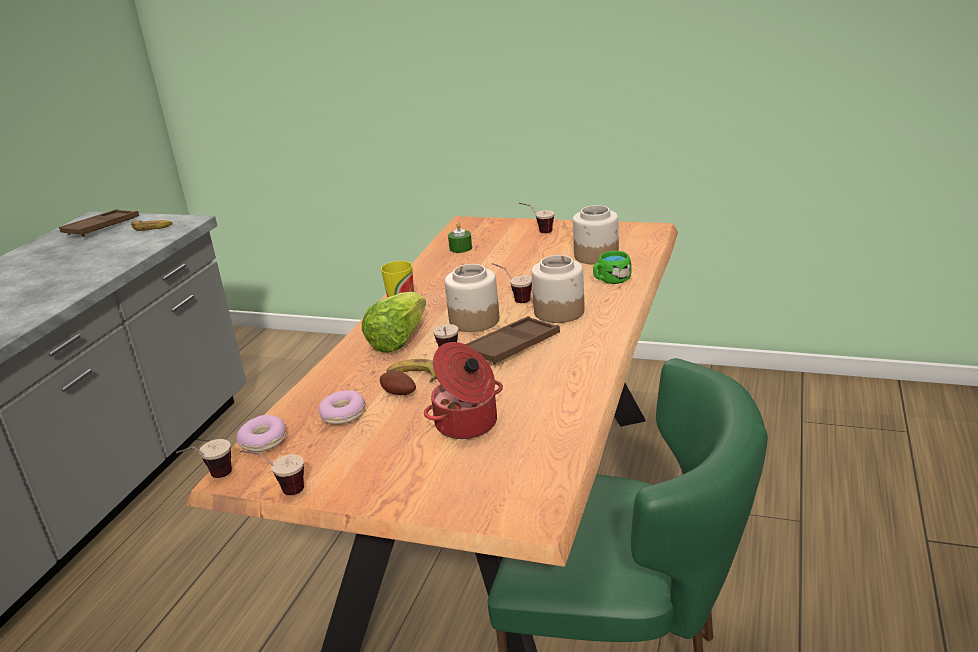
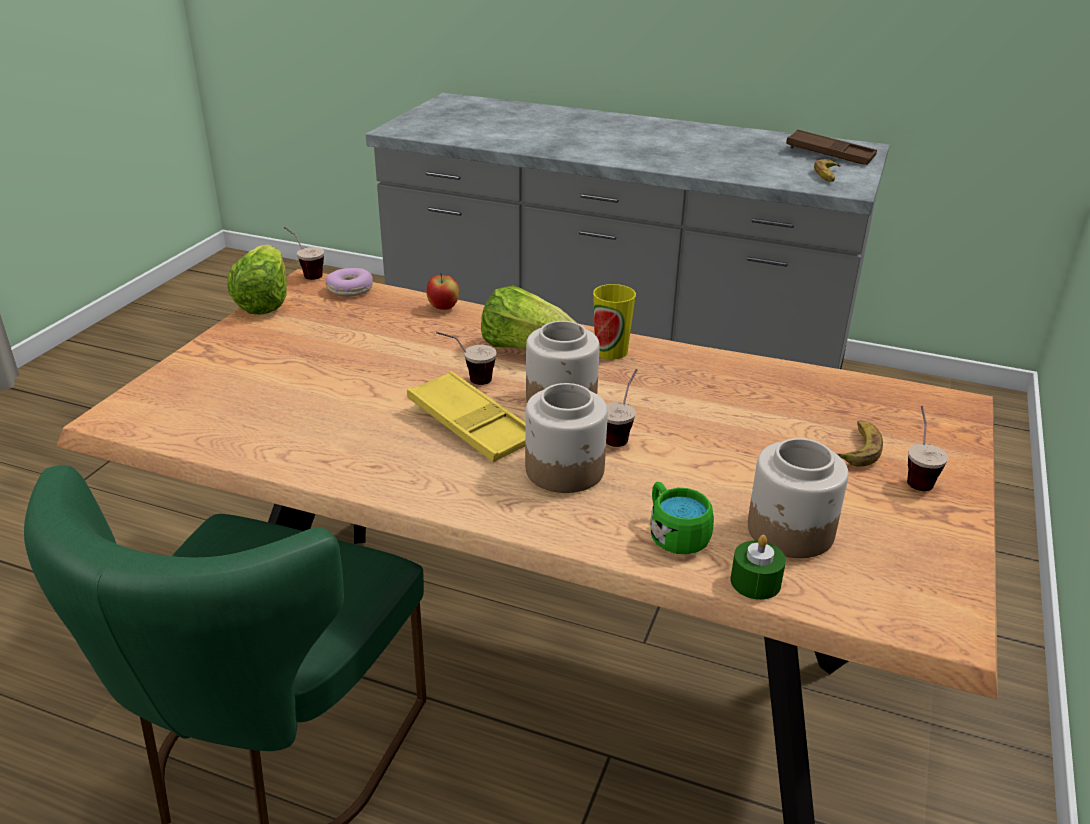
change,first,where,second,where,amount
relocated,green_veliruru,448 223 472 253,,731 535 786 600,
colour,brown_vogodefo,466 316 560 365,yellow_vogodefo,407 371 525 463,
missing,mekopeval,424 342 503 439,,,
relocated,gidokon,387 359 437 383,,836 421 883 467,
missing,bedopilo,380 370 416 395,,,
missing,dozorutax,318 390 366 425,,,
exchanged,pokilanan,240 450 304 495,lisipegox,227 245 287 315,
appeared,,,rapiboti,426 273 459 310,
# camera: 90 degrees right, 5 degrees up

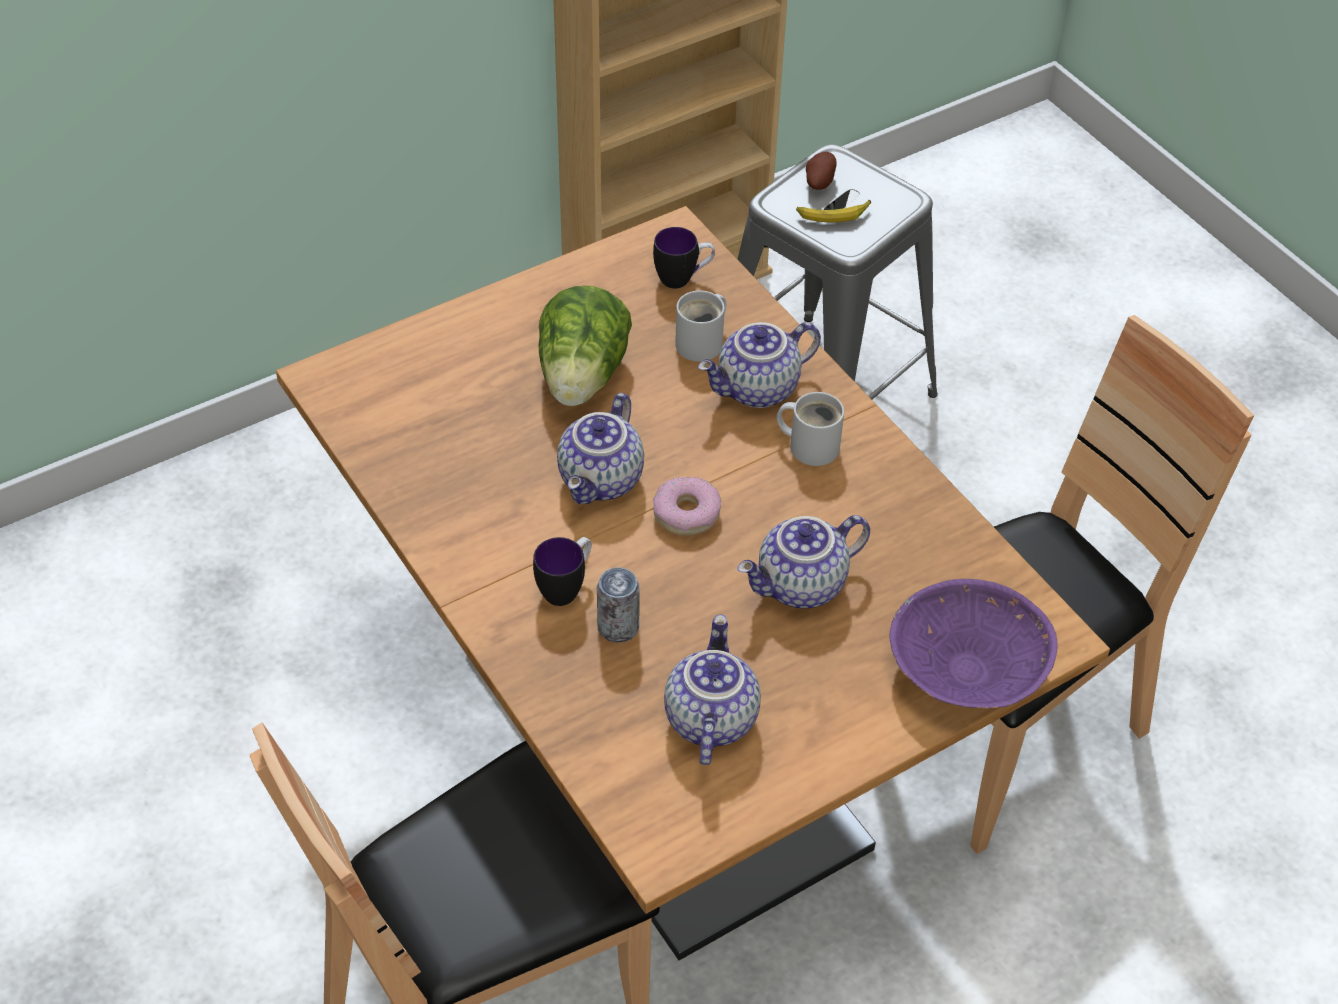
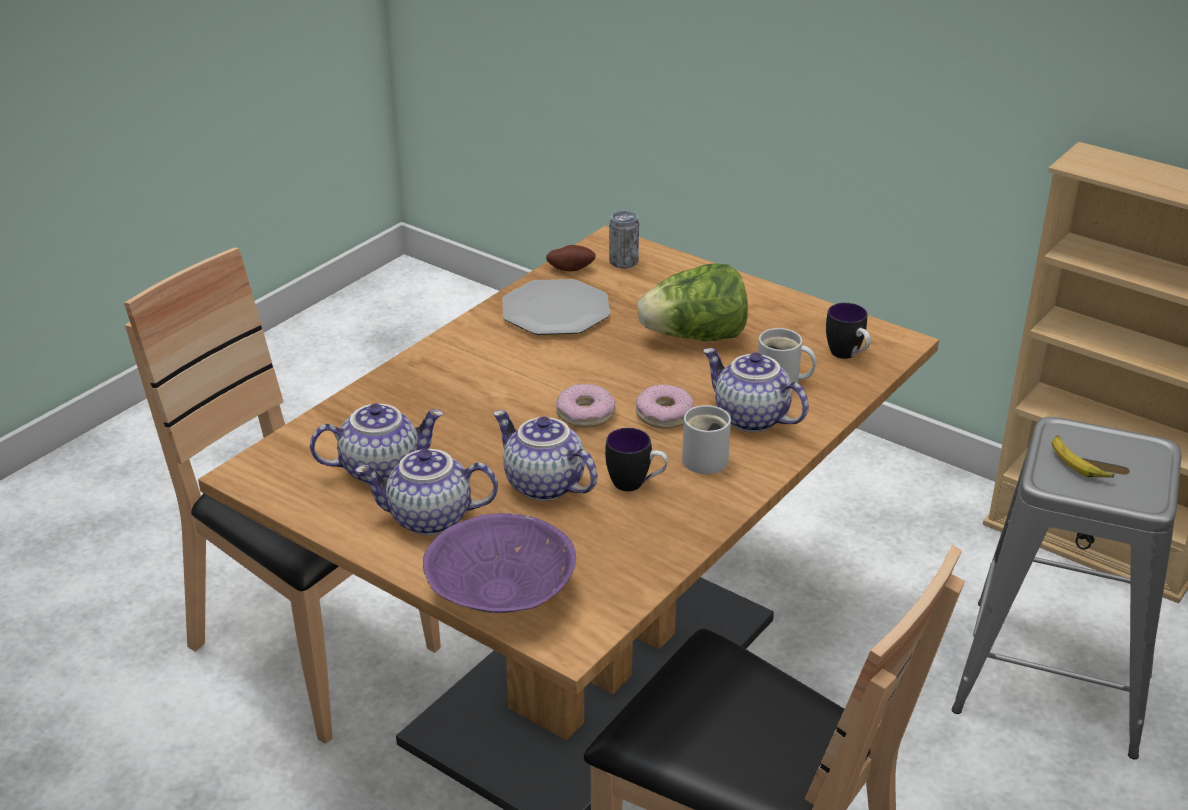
change,first,where,second,where,amount
relocated,bedopilo,806 152 837 190,,546 245 596 272,
relocated,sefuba,557 393 644 504,,355 449 498 536,
relocated,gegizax,533 537 592 606,,605 428 668 492,
relocated,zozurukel,597 567 640 643,,609 211 639 269,
appeared,,,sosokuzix,503 279 610 335,
appeared,,,dozorutax,636 384 694 429,
# camera: 70 degrees right, 15 degrees down

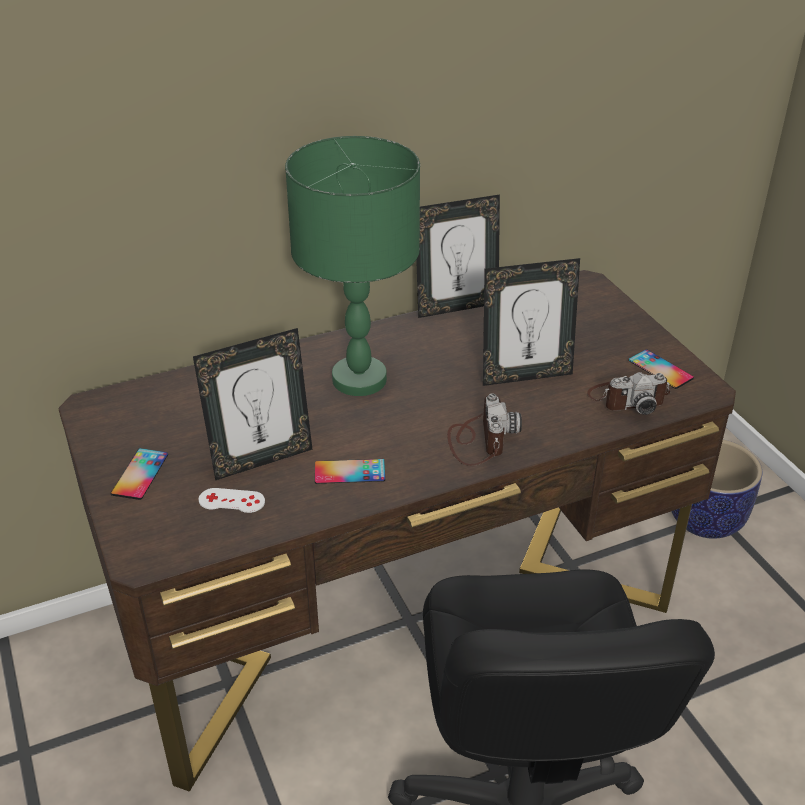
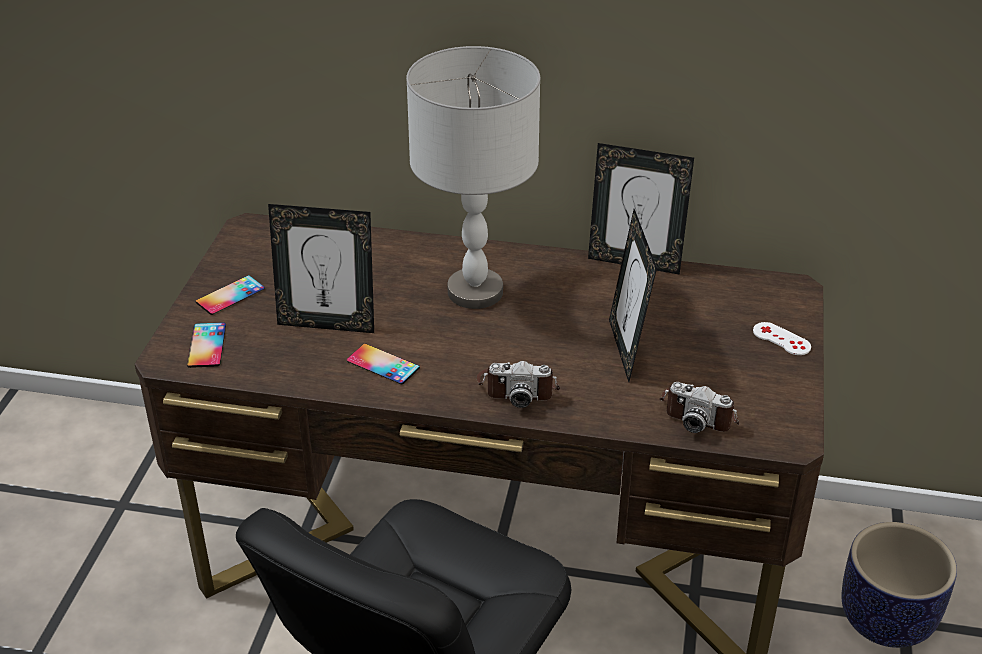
change,first,where,second,where,amount
colour,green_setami,285 136 420 396,grey_setami,406 46 540 309,
spun,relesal,483 258 580 386,,609 209 657 382,60 degrees clockwise
relocated,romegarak,629 349 694 389,,187 322 226 368,
spun,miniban,447 393 522 466,,477 361 560 408,60 degrees clockwise
relocated,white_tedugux,198 488 265 513,,753 322 811 355,
# camera: 35 degrees right, 0 degrees up

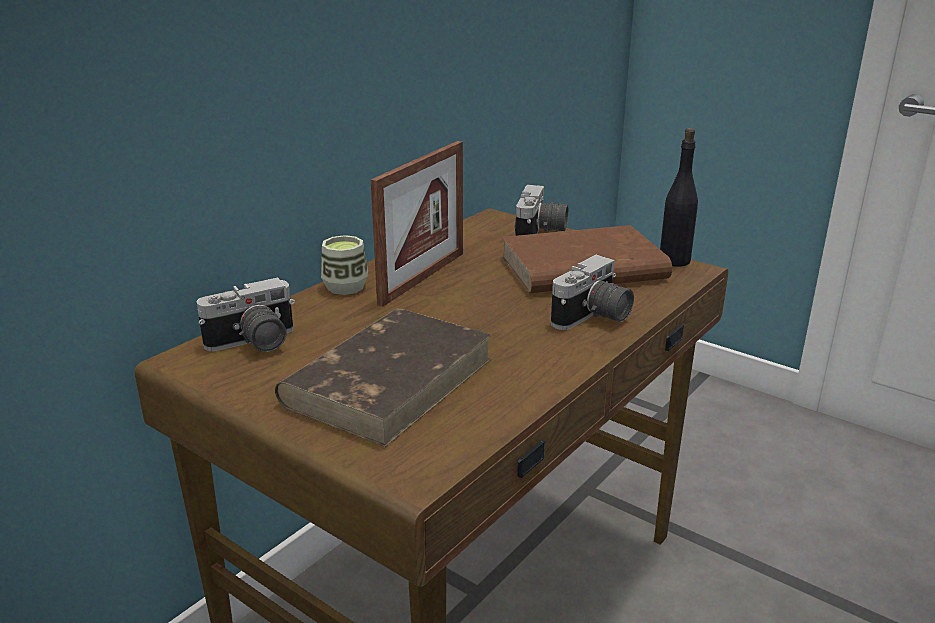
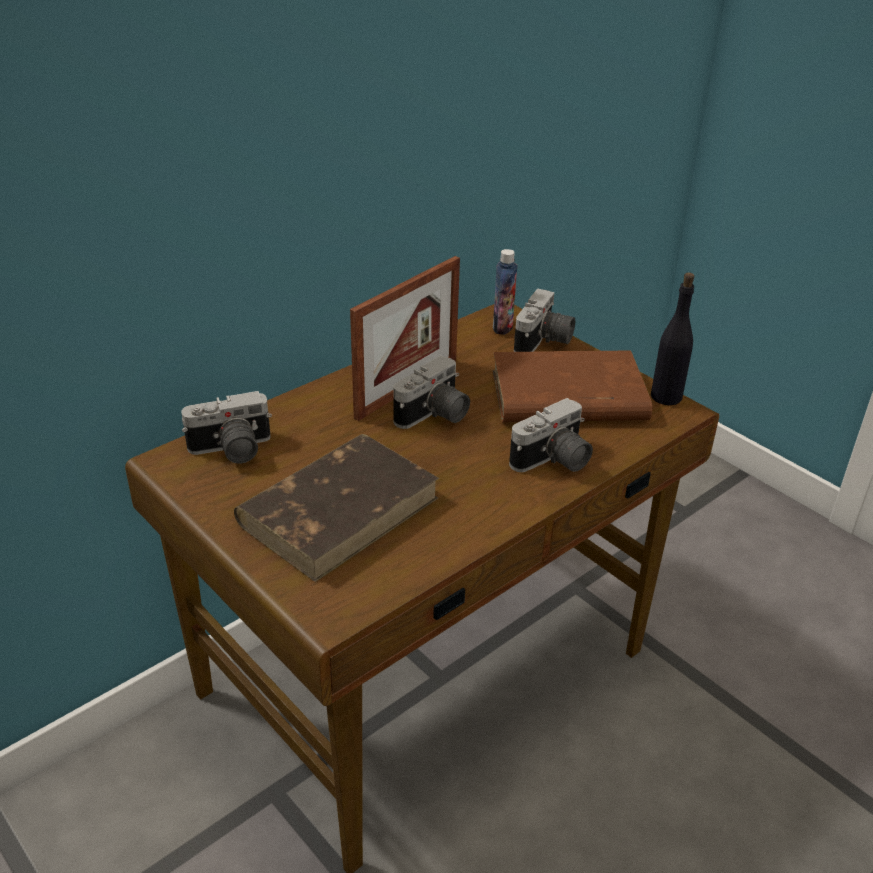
change,first,where,second,where,amount
missing,pokilanan,321 235 368 295,,,
appeared,,,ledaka,493 249 517 335,
appeared,,,miniban,393 355 470 429,
# camera: 10 degrees right, 10 degrees up

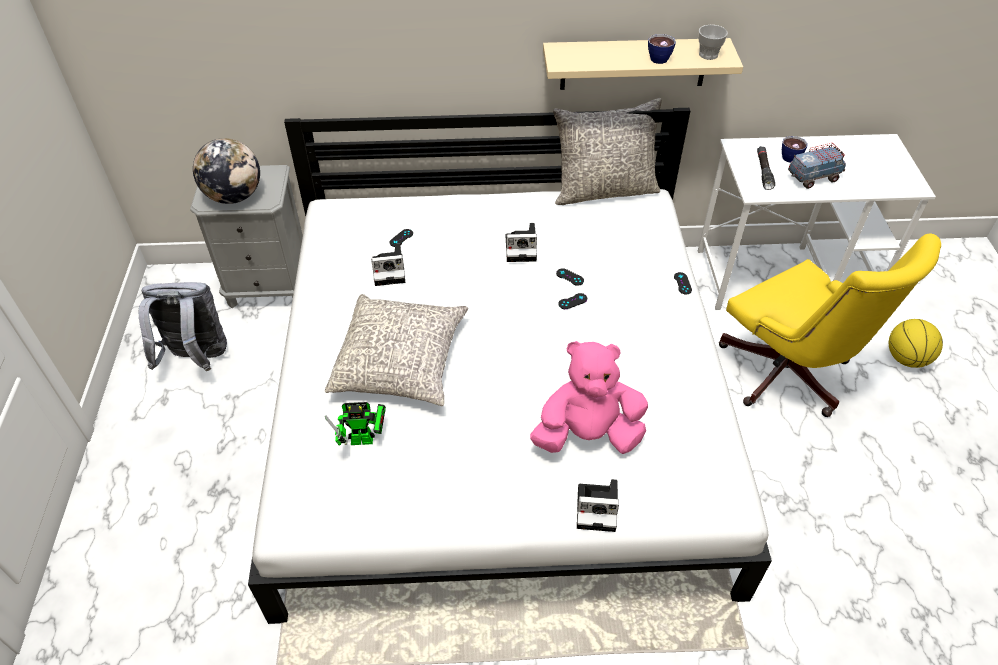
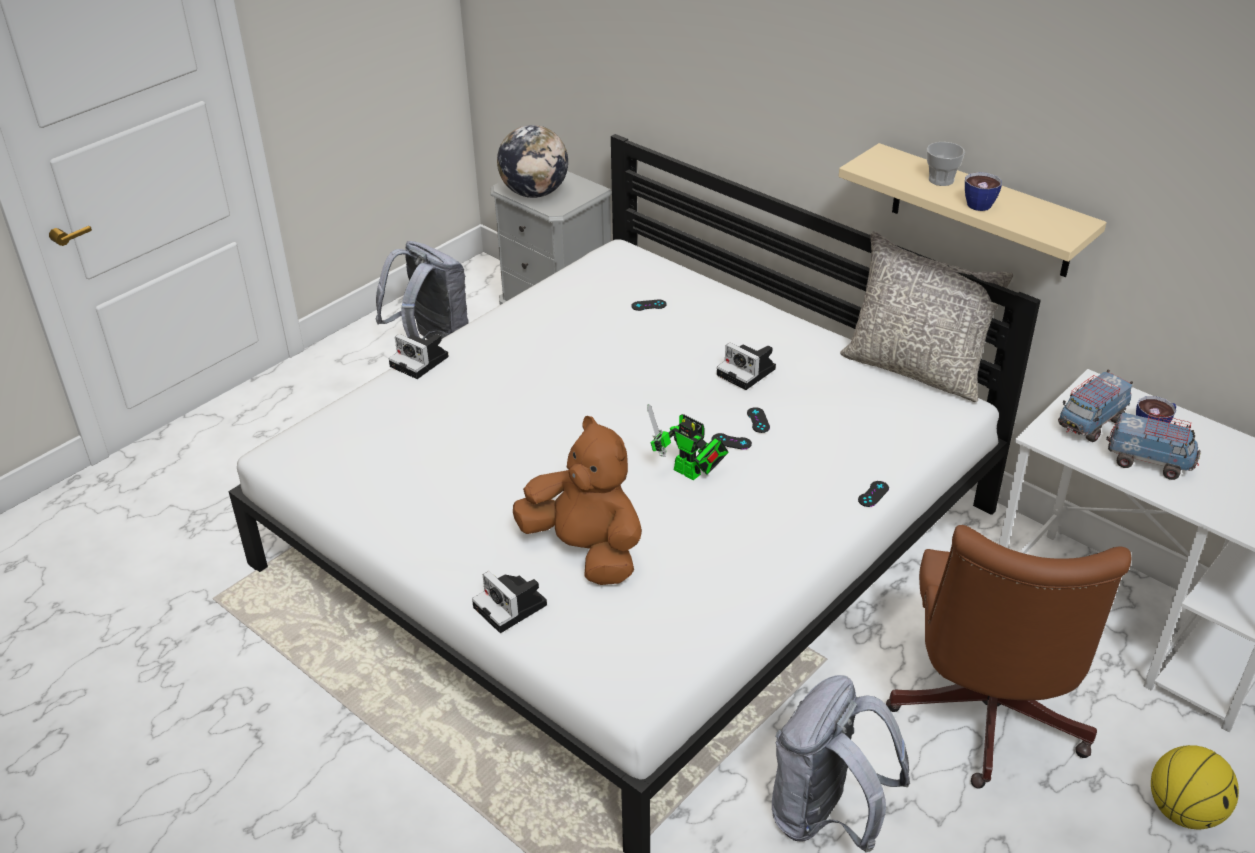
change,first,where,second,where,amount
relocated,pokilanan,698 25 728 60,,927 142 965 186,
exchanged,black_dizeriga,757 146 775 190,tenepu,1058 370 1133 442,
colour,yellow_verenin,719 233 941 417,brown_verenin,886 525 1131 789,
relocated,miniban,371 244 405 286,,388 334 449 379,
missing,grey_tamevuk,325 294 468 406,,,
colour,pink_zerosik,530 341 648 454,brown_zerosik,513 416 642 585,
relocated,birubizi,325 402 386 445,,647 404 728 480,
appeared,,,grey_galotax,772 675 910 852,
# camera: 45 degrees right, 10 degrees down

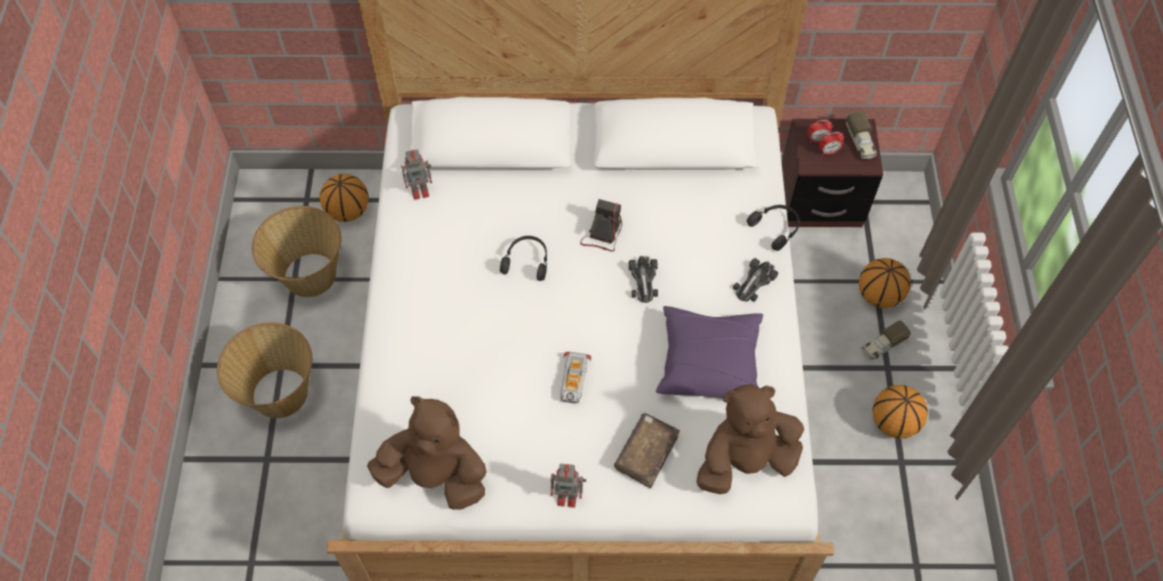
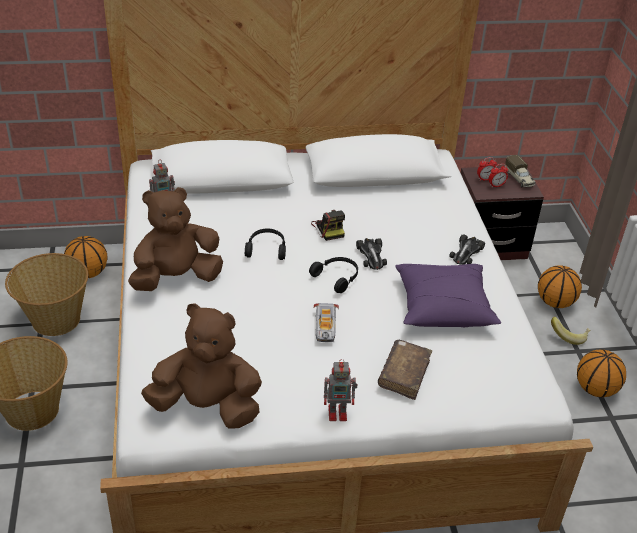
change,first,where,second,where,amount
spun,miniban,580 199 622 252,,311 210 345 241,150 degrees clockwise
relocated,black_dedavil,747 205 800 251,,309 257 358 293,
exchanged,tenepu,861 320 911 360,gidokon,551 317 591 345,
relocated,brown_zerosik,697 384 804 494,,128 187 223 291,
# camera: 10 degrees left, 20 degrees down

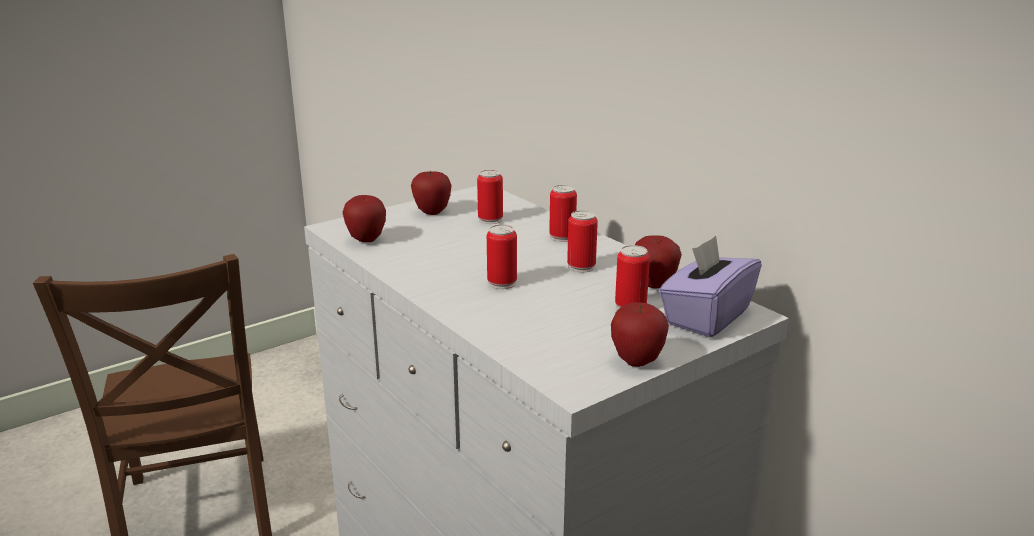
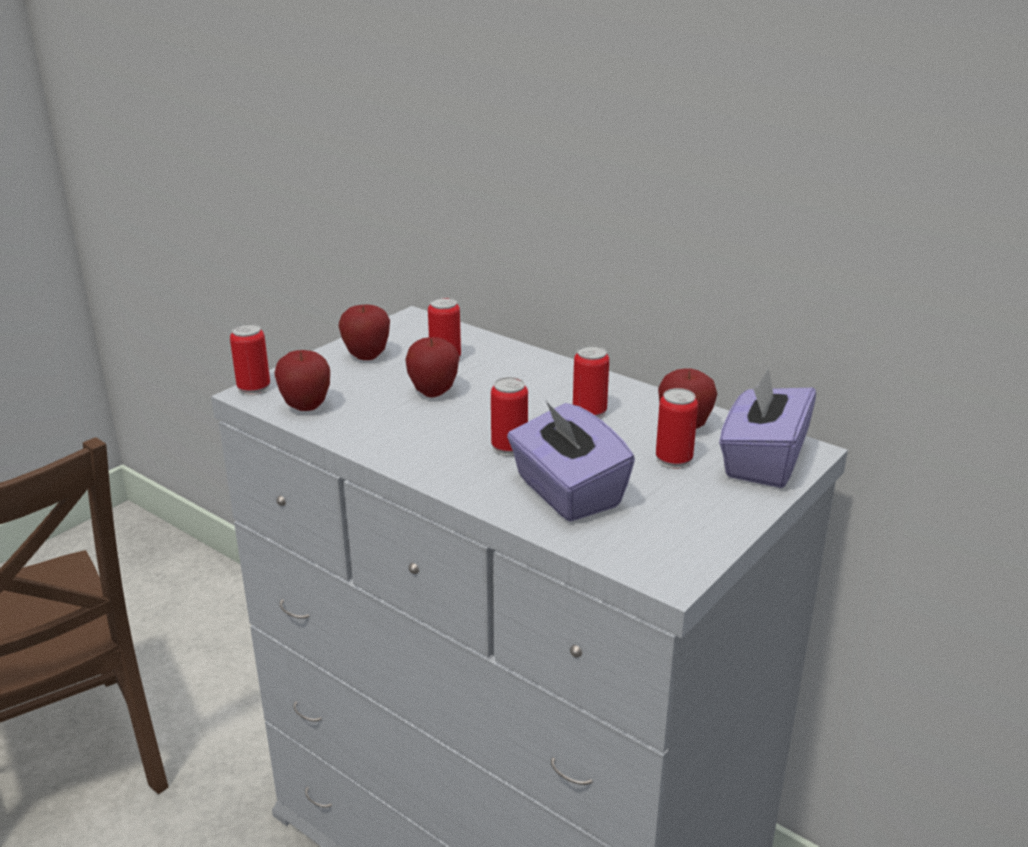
change,first,where,second,where,amount
relocated,zozurukel,549 185 577 242,,230 324 270 396,
relocated,rapiboti,611 302 669 367,,405 337 459 397,
appeared,,,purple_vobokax,507 401 635 522,
# camera: 15 degrees left, 5 degrees up

